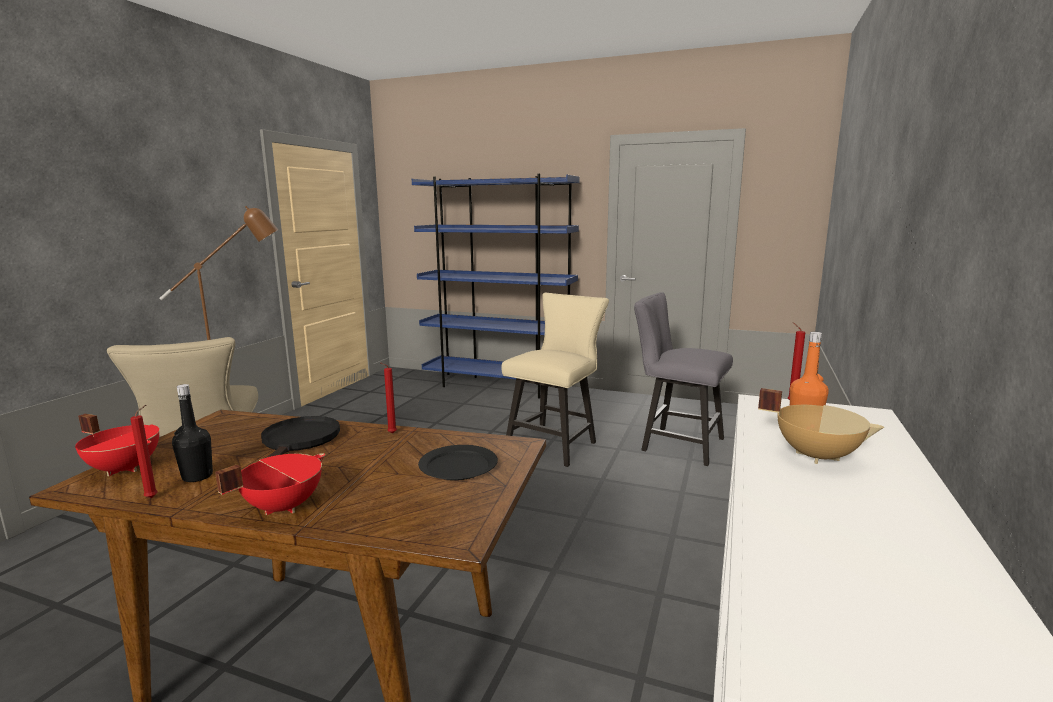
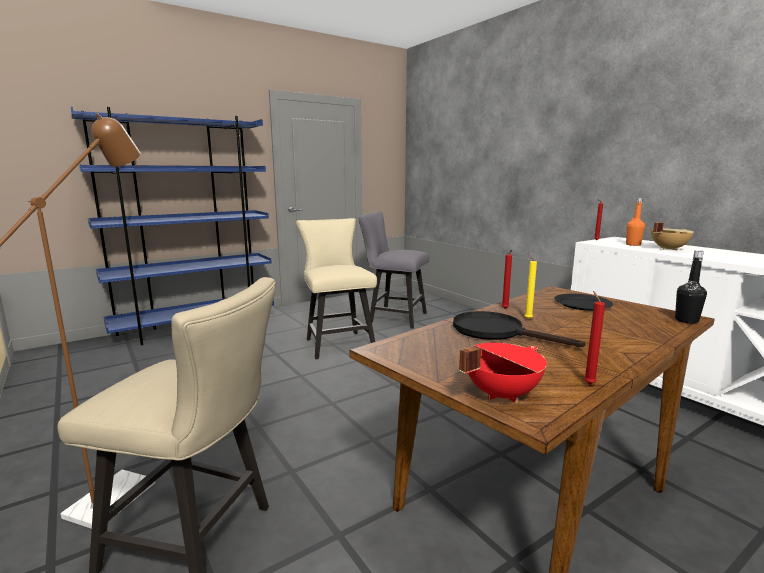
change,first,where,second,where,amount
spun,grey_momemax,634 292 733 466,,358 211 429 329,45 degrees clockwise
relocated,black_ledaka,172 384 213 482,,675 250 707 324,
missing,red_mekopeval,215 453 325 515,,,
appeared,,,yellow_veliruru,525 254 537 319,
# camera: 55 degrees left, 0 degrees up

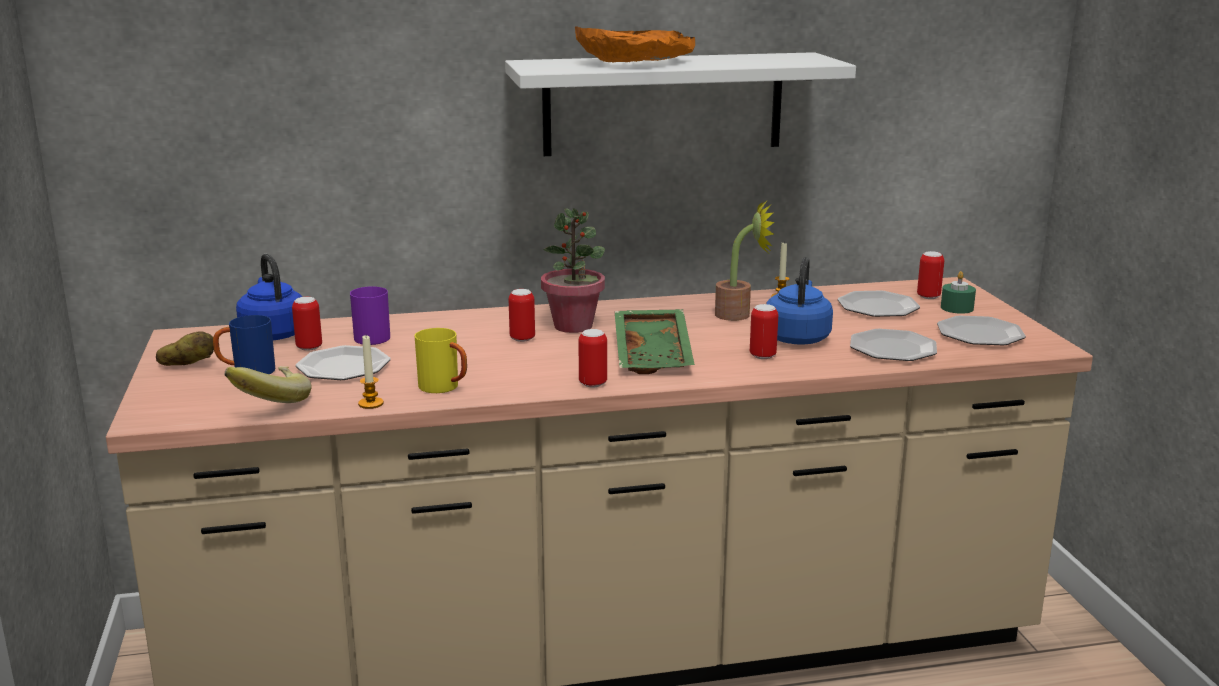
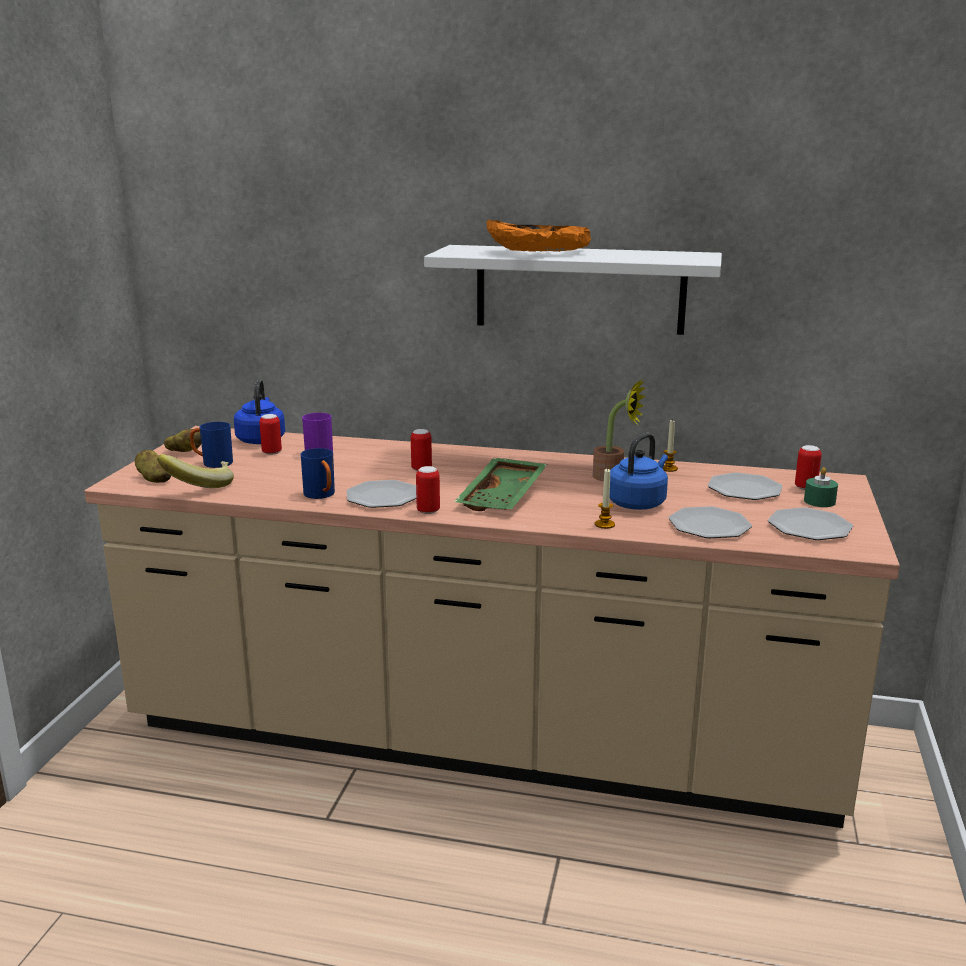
change,first,where,second,where,amount
missing,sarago,541 208 605 333,,,
missing,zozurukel,750 304 778 359,,,
colour,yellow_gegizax,414 328 467 393,blue_gegizax,301 448 335 499,
relocated,veliruru,358 335 384 409,,595 468 615 529,
relocated,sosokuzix,296 345 390 380,,347 480 416 508,
appeared,,,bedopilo,135 450 171 483,
# camera: 25 degrees right, 0 degrees up

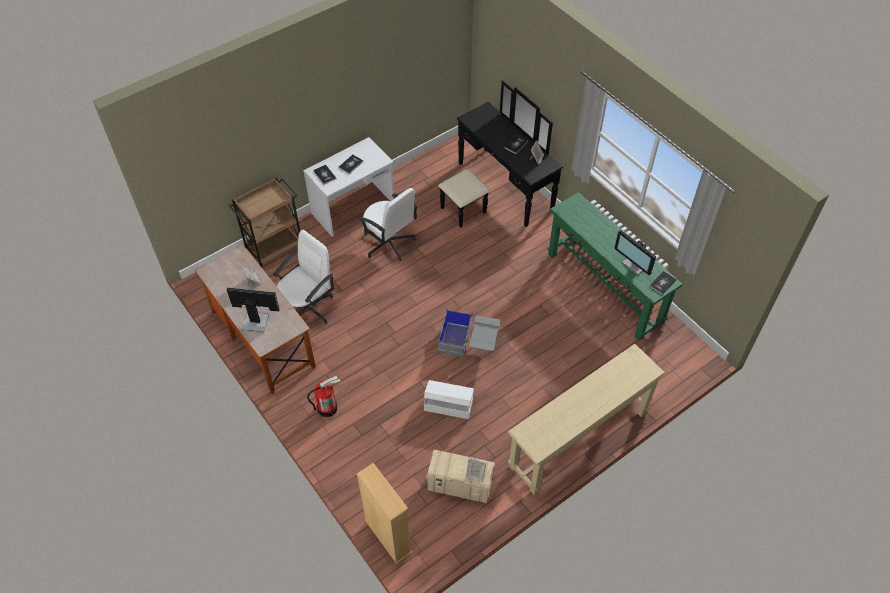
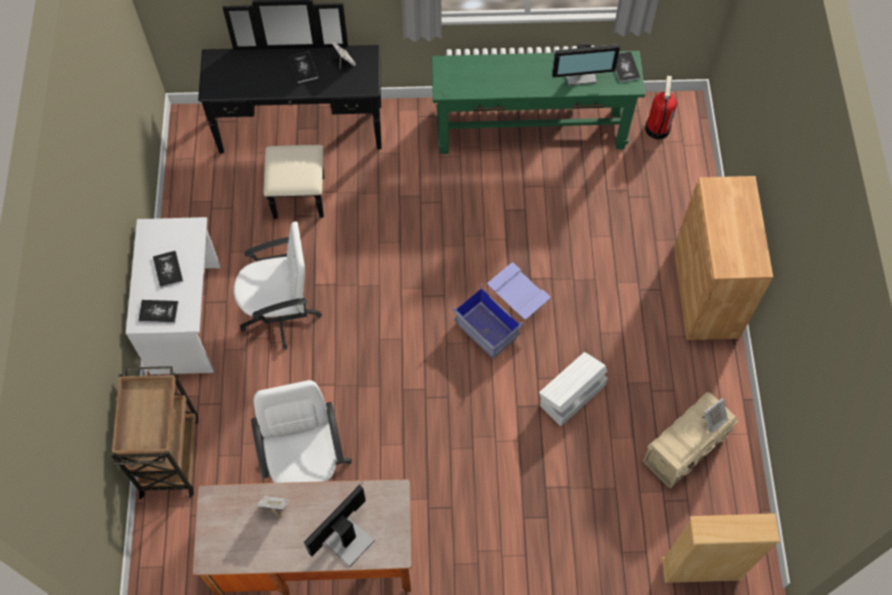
change,first,where,second,where,amount
colour,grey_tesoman,437 308 500 357,blue_tesoman,453 263 550 358,
exchanged,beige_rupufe,508 344 665 495,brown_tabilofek,674 176 773 340,
relocated,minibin,307 376 340 417,,645 76 677 139,
# camera: 55 degrees left, 10 degrees up

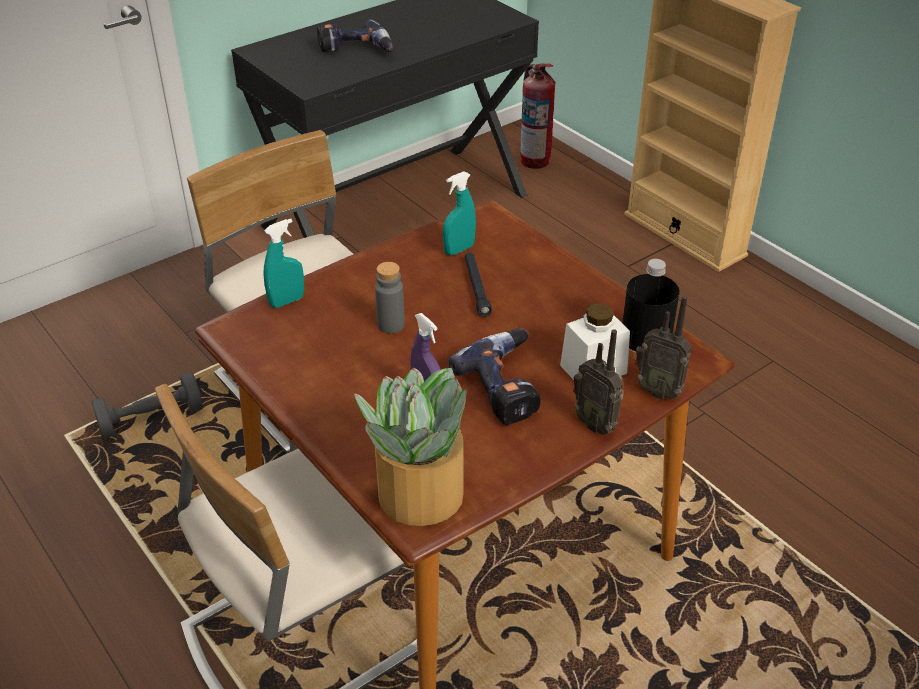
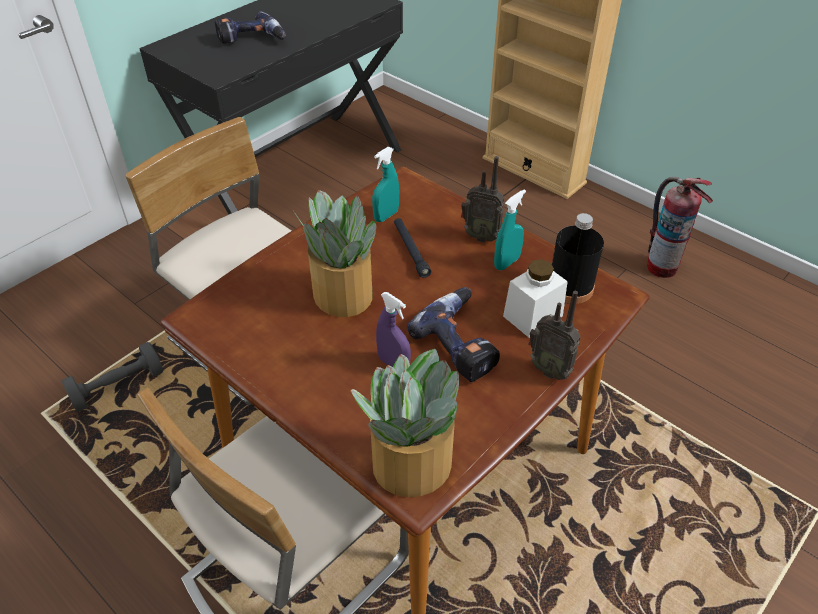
change,first,where,second,where,amount
relocated,minibin,520 63 556 169,,647 177 713 278,
relocated,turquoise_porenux,263 219 304 308,,494 189 526 270,
exchanged,grey_ledaka,375 262 405 334,sarago,294 190 377 317,
relocated,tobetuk,634 296 691 400,,461 156 505 243,
# camera: 10 degrees left, 5 degrees up

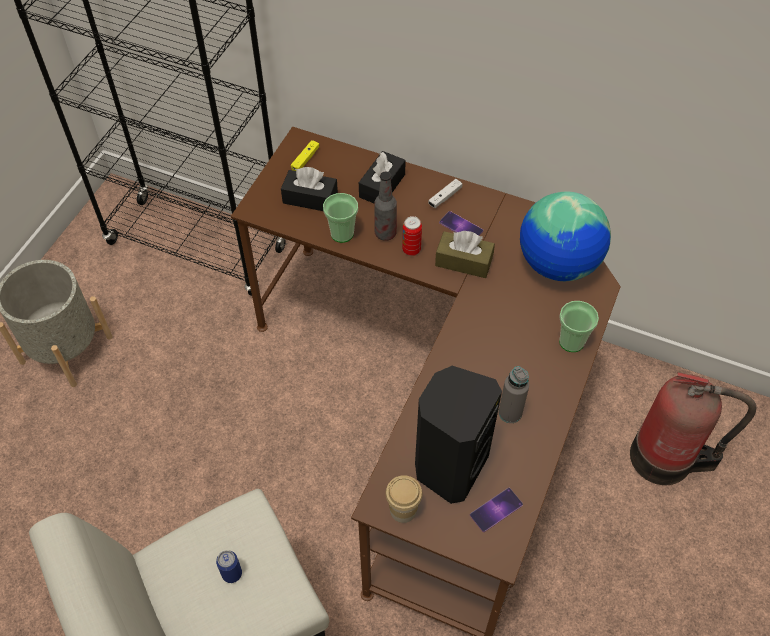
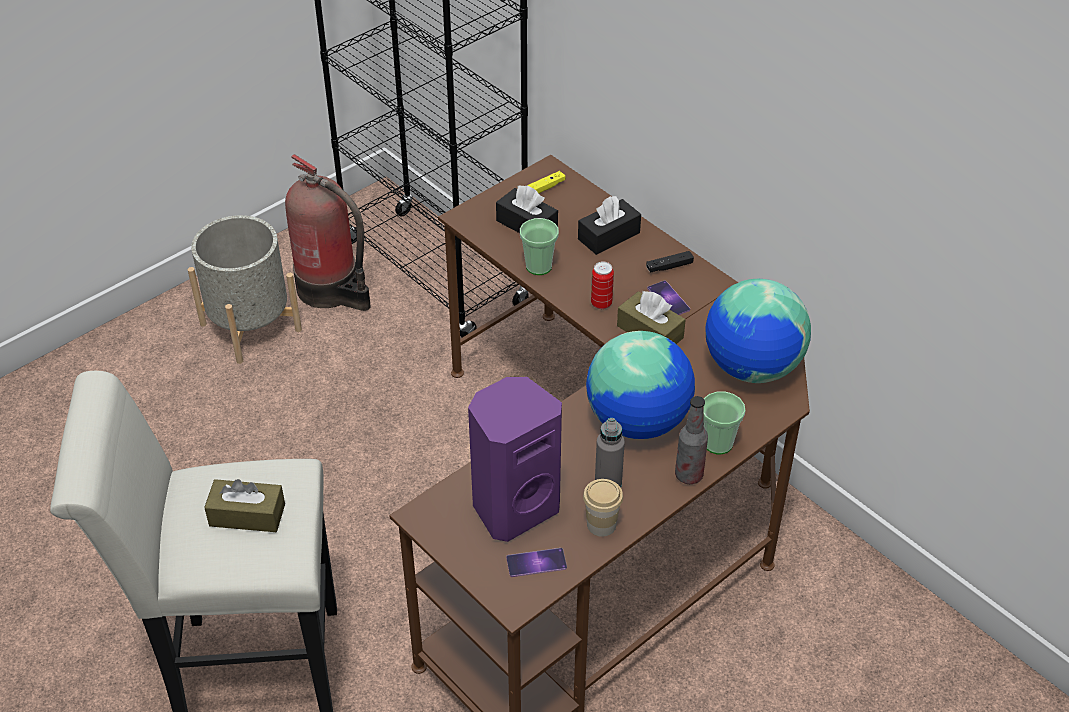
change,first,where,second,where,amount
relocated,ledaka,374 171 397 241,,675 396 708 484,
colour,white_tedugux,428 179 463 208,black_tedugux,646 251 694 272,
colour,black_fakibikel,415 366 502 504,purple_fakibikel,468 377 562 542,
relocated,minibin,630 372 757 485,,285 154 371 311,
relocated,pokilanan,385 475 423 523,,583 479 623 537,
exchanged,zozurukel,216 550 242 583,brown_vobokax,204 479 285 532,
appeared,,,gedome,586 331 695 439,
# camera: 25 degrees right, 10 degrees down

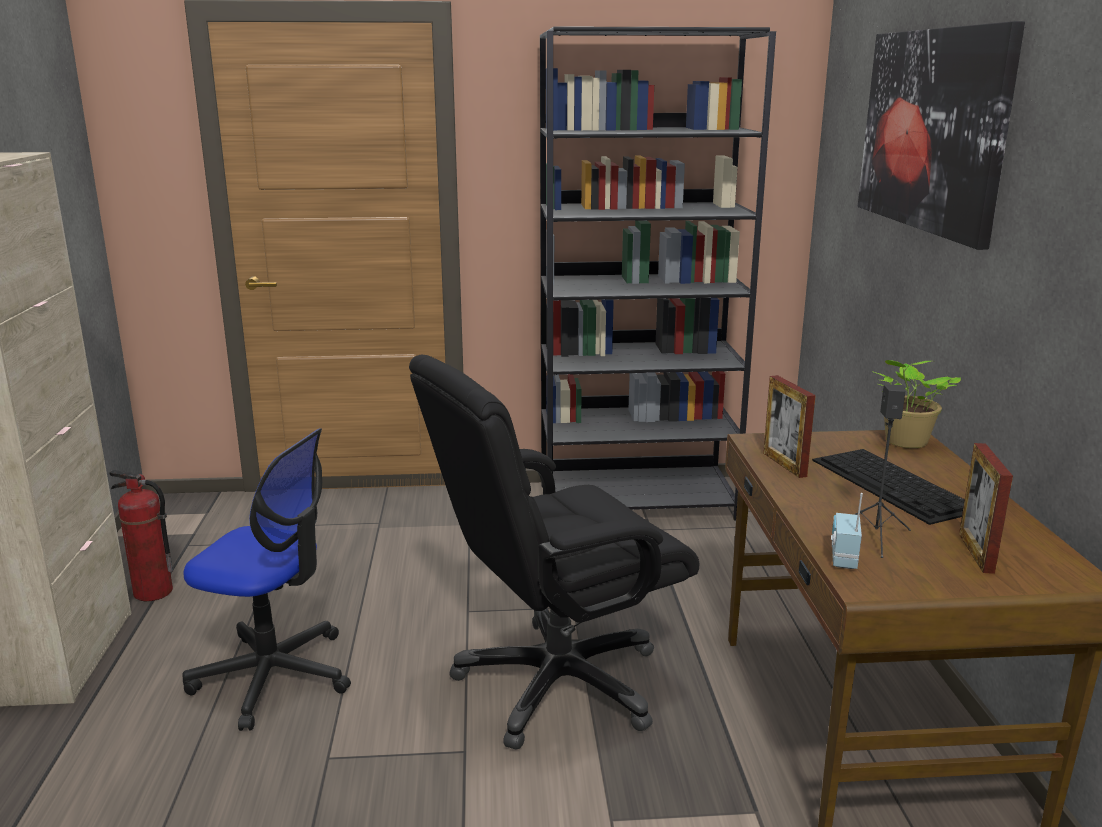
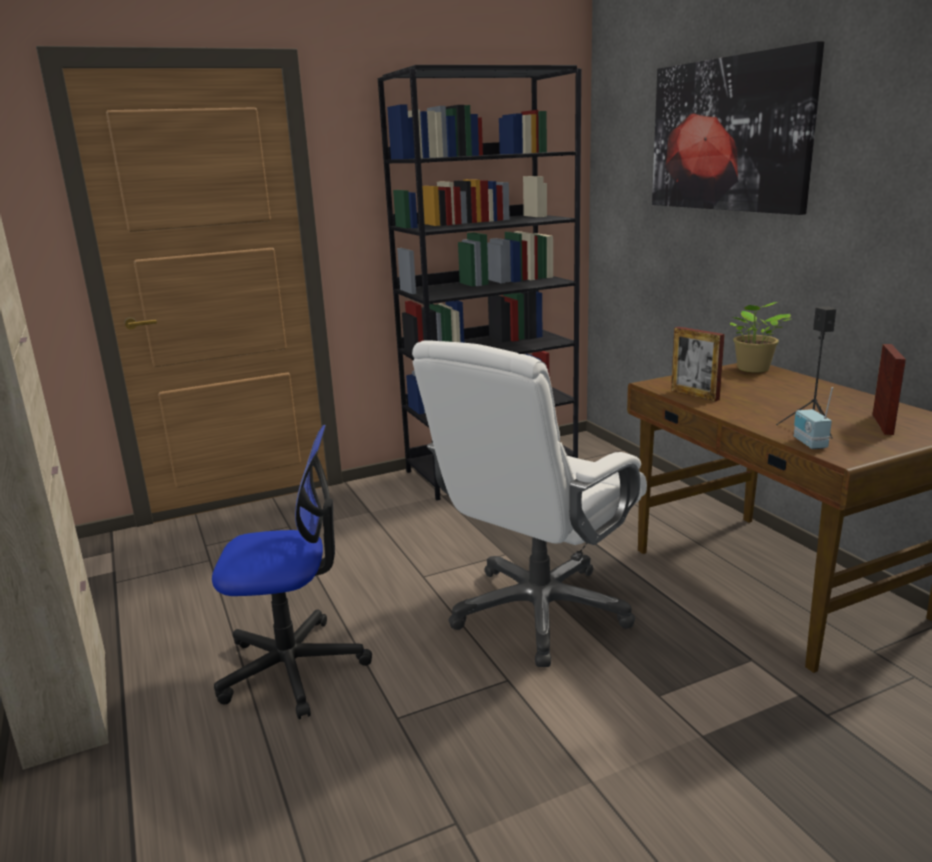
change,first,where,second,where,amount
colour,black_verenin,409 354 699 749,white_verenin,412 340 647 667,
spun,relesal,959 443 1013 574,,872 344 906 435,150 degrees counterclockwise
missing,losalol,812 449 965 525,,,
missing,minibin,109 470 173 601,,,
# camera: 20 degrees left, 0 degrees up

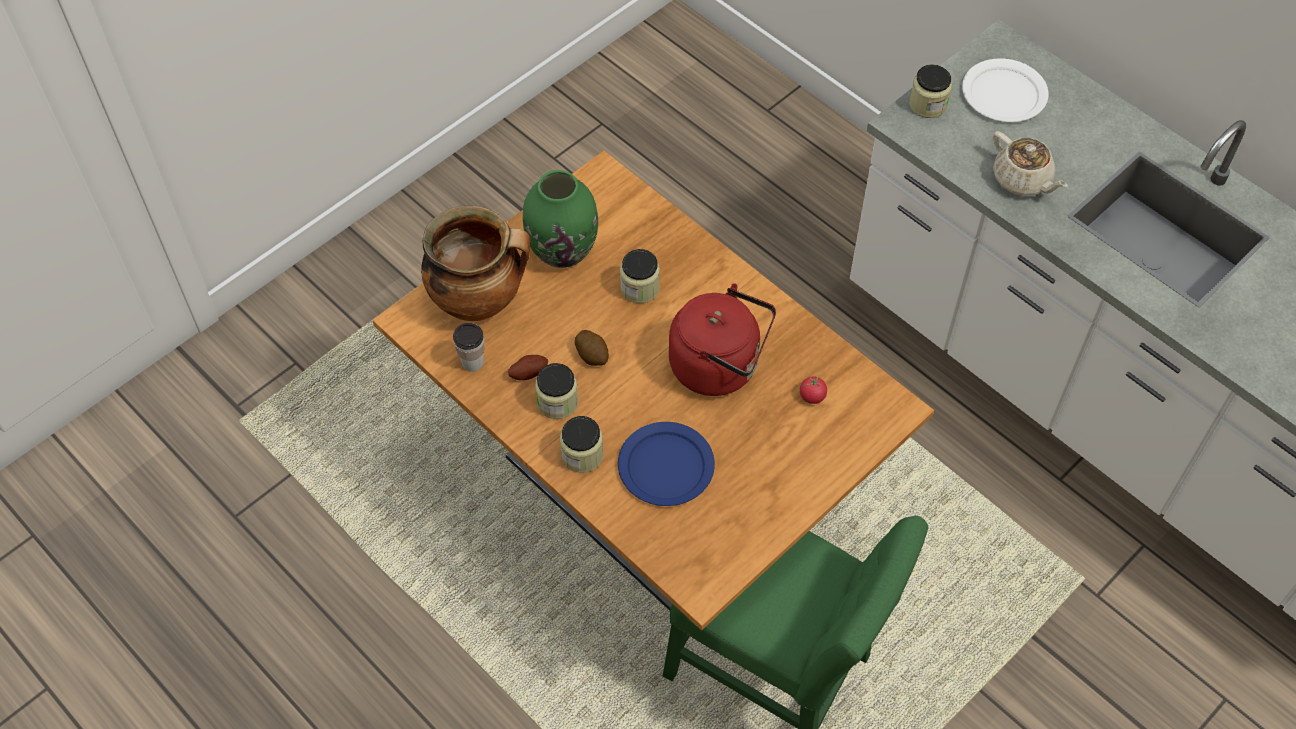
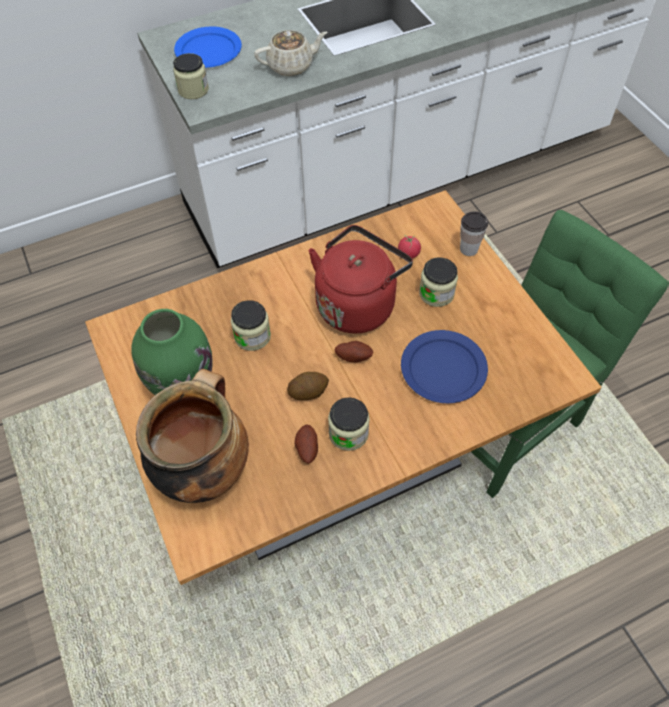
change,first,where,second,where,amount
colour,white_sosokuzix,962 58 1049 122,blue_sosokuzix,174 27 242 68,
relocated,pokilanan,453 323 484 372,,460 211 488 256,
relocated,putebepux,560 416 603 473,,419 258 458 307,
appeared,,,bedopilo,335 341 373 362,
# camera: 70 degrees left, 0 degrees up

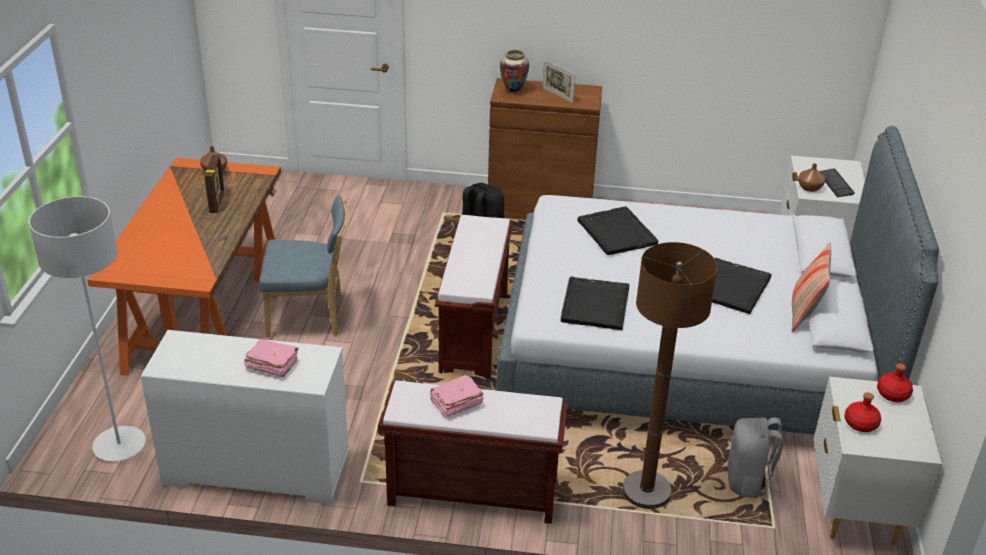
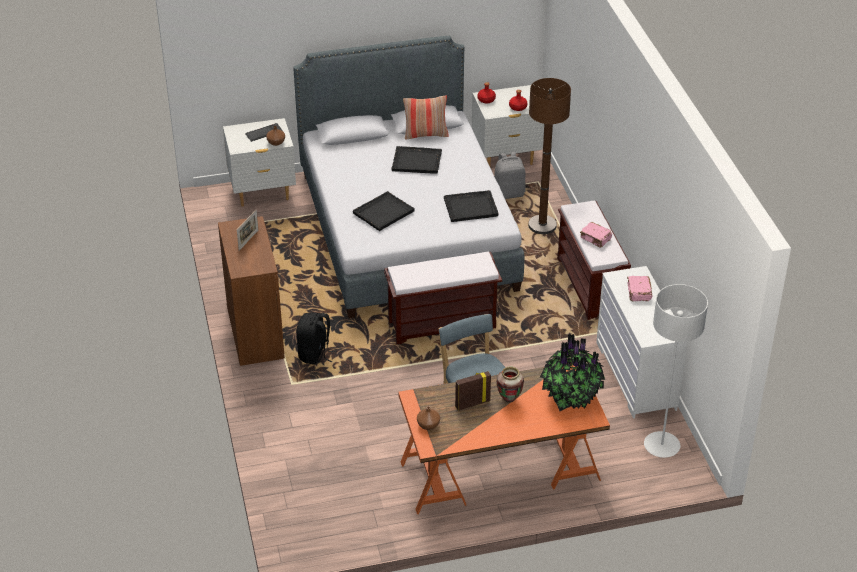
change,first,where,second,where,amount
relocated,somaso,500 50 529 93,,497 366 524 403,
appeared,,,sarago,540 334 605 411,
# camera: 110 degrees left, 5 degrees up

